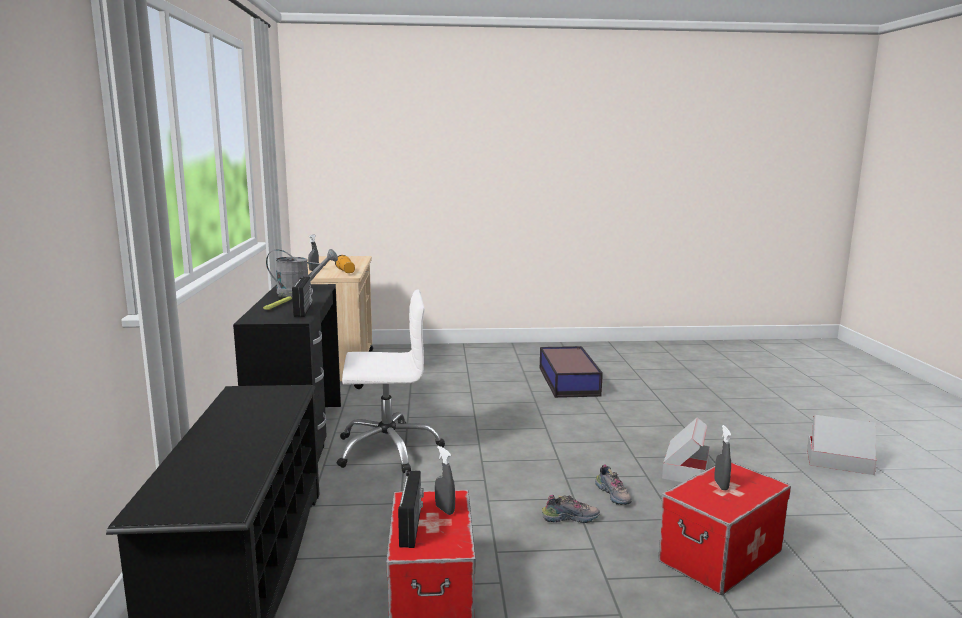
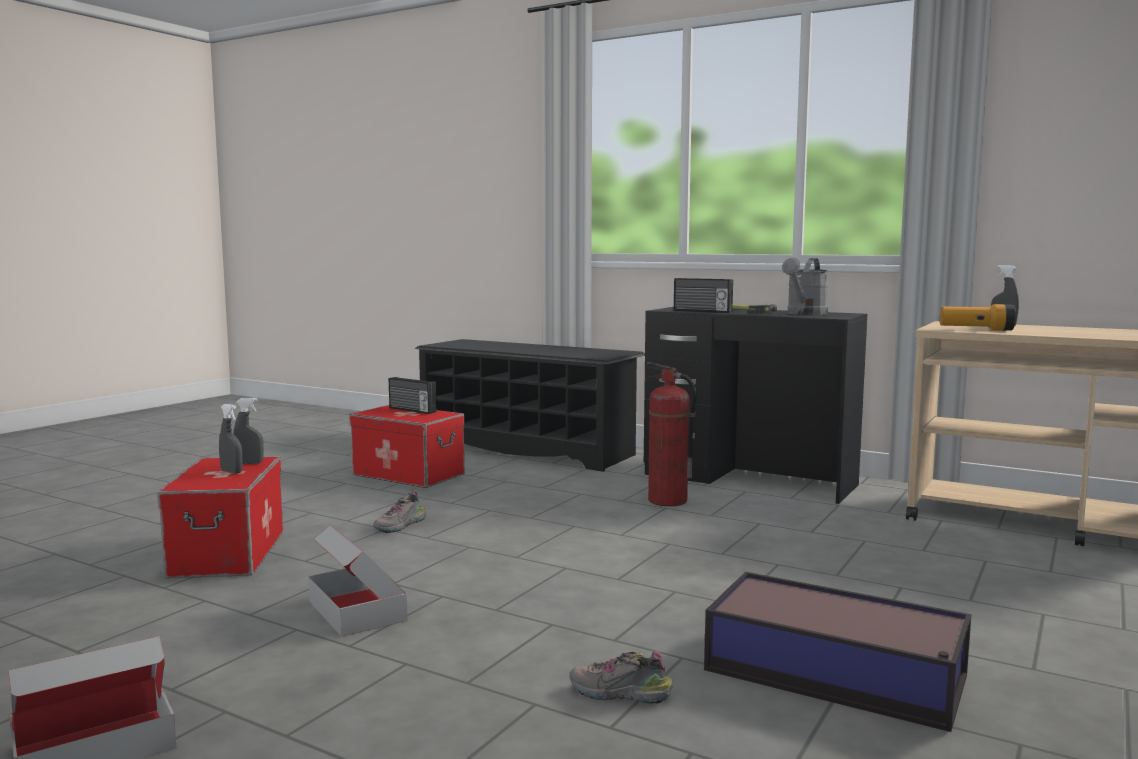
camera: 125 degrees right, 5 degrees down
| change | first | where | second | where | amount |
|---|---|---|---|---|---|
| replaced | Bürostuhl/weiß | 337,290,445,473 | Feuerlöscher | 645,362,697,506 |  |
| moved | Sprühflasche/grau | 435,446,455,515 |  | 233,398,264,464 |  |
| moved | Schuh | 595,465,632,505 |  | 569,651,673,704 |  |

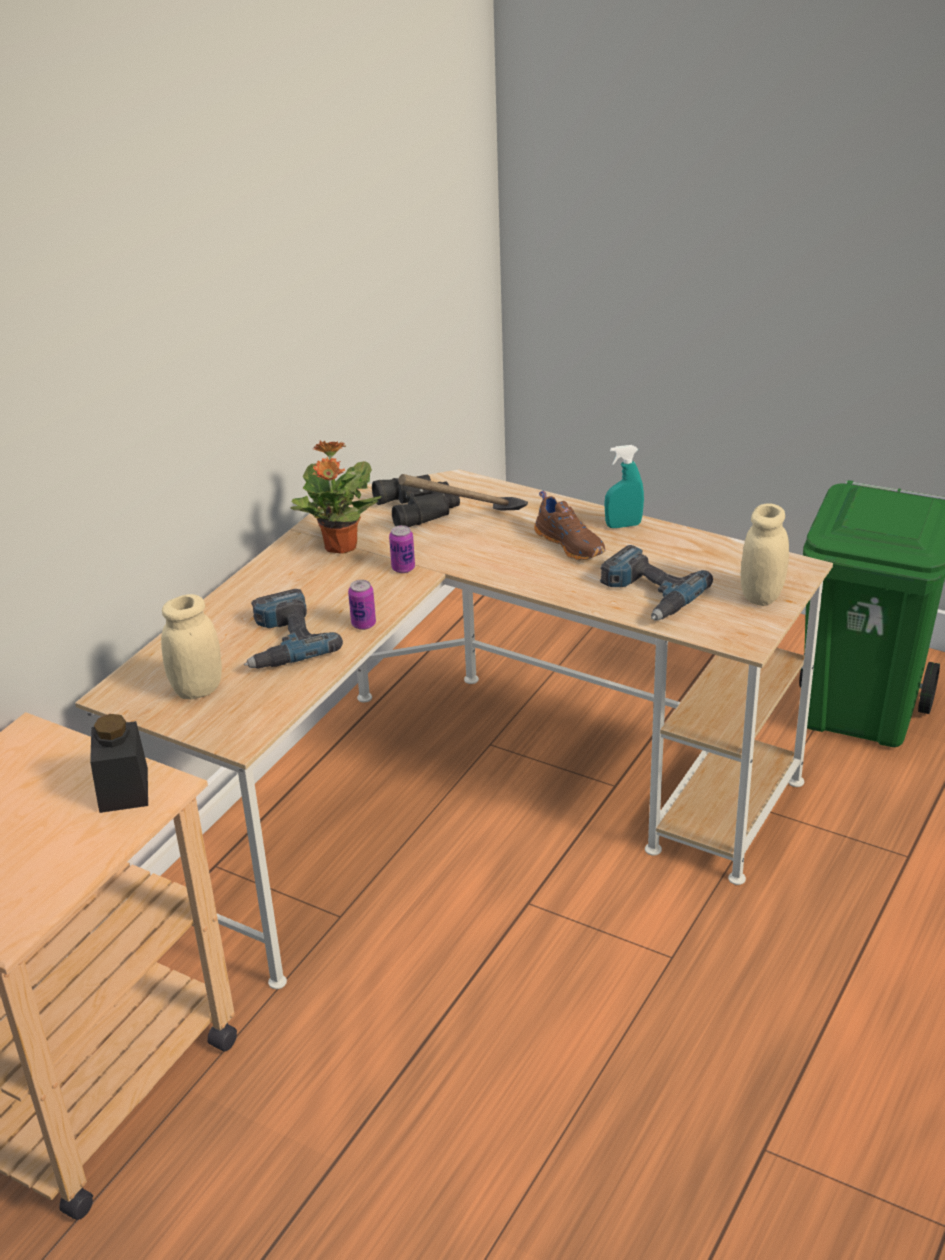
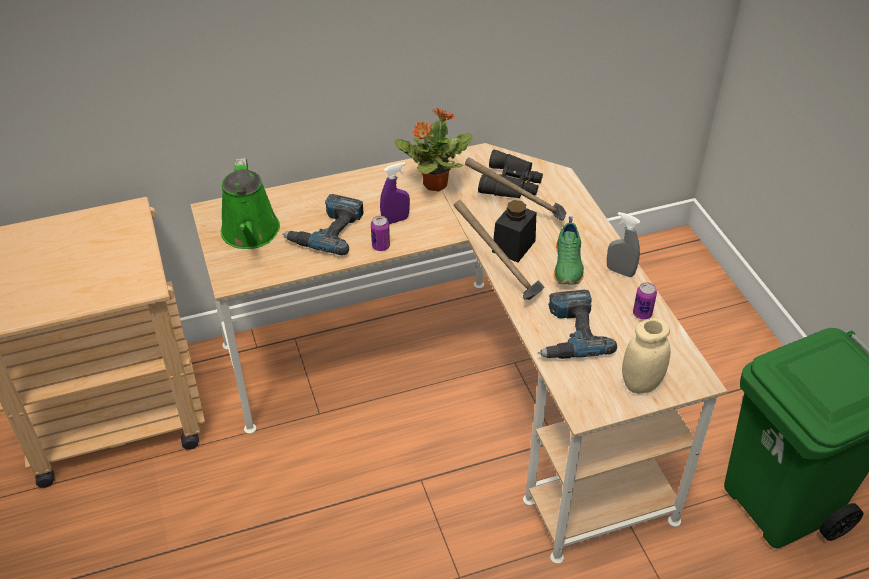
camera: 40 degrees right, 10 degrees up
| change | first | where | second | where | amount |
|---|---|---|---|---|---|
| moved | Vorratsglas/schwarz | 90,714,148,813 |  | 492,200,536,262 |  |
| replaced | Vorratsglas/beige | 161,594,222,699 | Gießkanne/grün | 221,158,280,249 |  |
| moved | Dose | 389,525,415,573 |  | 633,282,657,320 |  |
| recoloured | Schuh/braun | 534,491,605,560 | Schuh/grün | 554,216,584,285 |  |
| recoloured | Sprühflasche/türkis | 604,445,644,528 | Sprühflasche/grau | 607,212,640,277 |  |
| added |  |  | Sprühflasche/lila | 380,162,410,224 |  |
| added |  |  | Hammer | 453,200,545,300 |  |

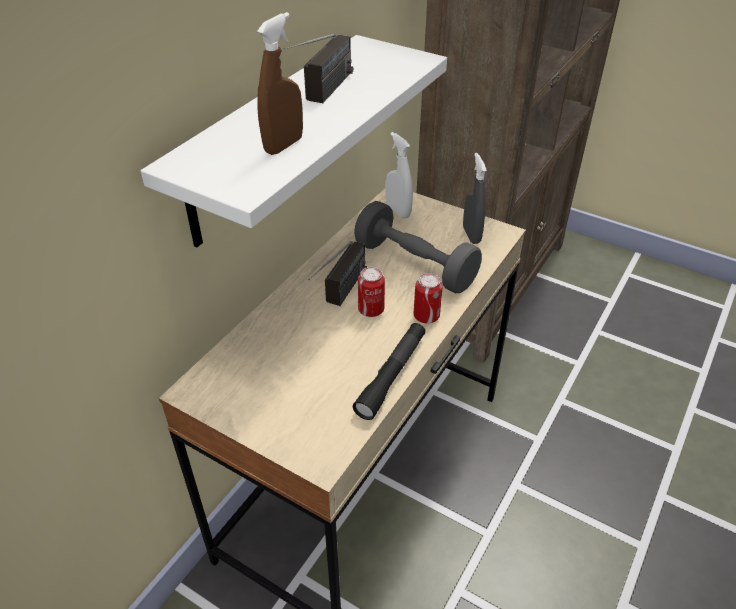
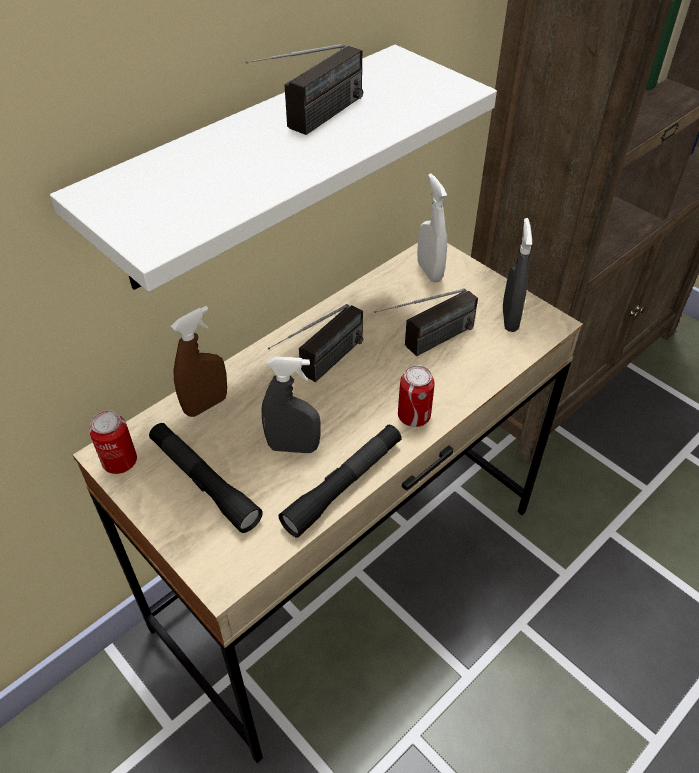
camera: 15 degrees right, 5 degrees up
| change | first | where | second | where | amount |
|---|---|---|---|---|---|
| moved | Sprühflasche/braun | 257,12,303,155 |  | 171,306,227,417 |  |
| replaced | Hantel/grau | 354,201,482,293 | Radio | 374,289,478,356 |  |
| moved | Dose | 358,267,385,317 |  | 89,410,137,474 |  |
| added |  |  | Taschenlampe/schwarz | 149,423,263,533 |  |
| added |  |  | Sprühflasche/grau | 261,357,320,453 |  |

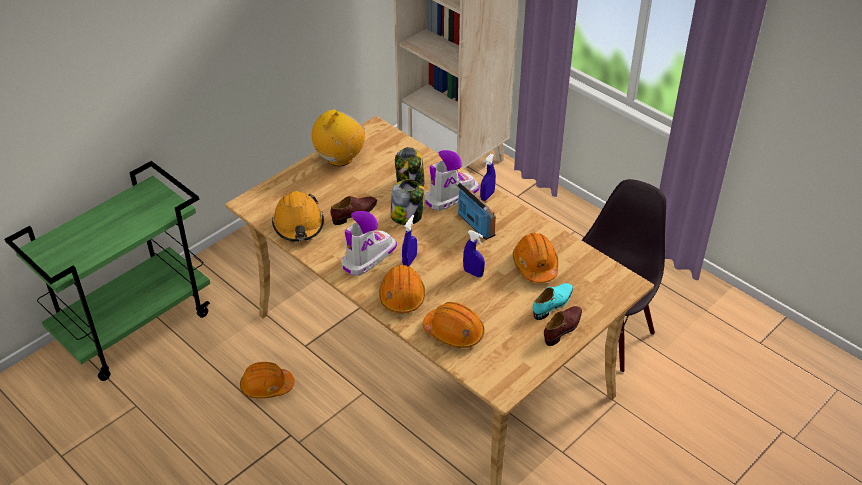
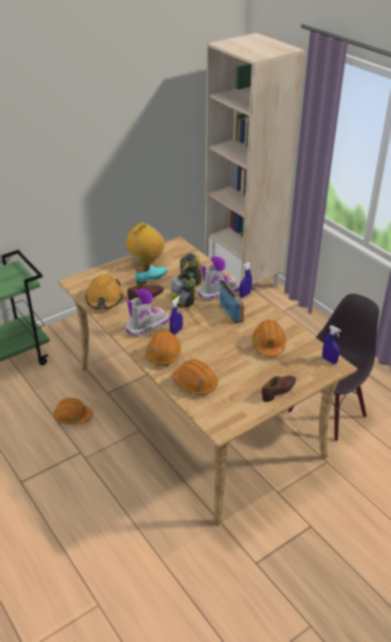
camera: 10 degrees right, 5 degrees down
| change | first | where | second | where | amount |
|---|---|---|---|---|---|
| moved | Sprühflasche/blau | 463,230,485,277 |  | 322,325,341,364 |  |
| moved | Schuh/türkis | 533,283,573,320 |  | 135,265,168,284 |  |

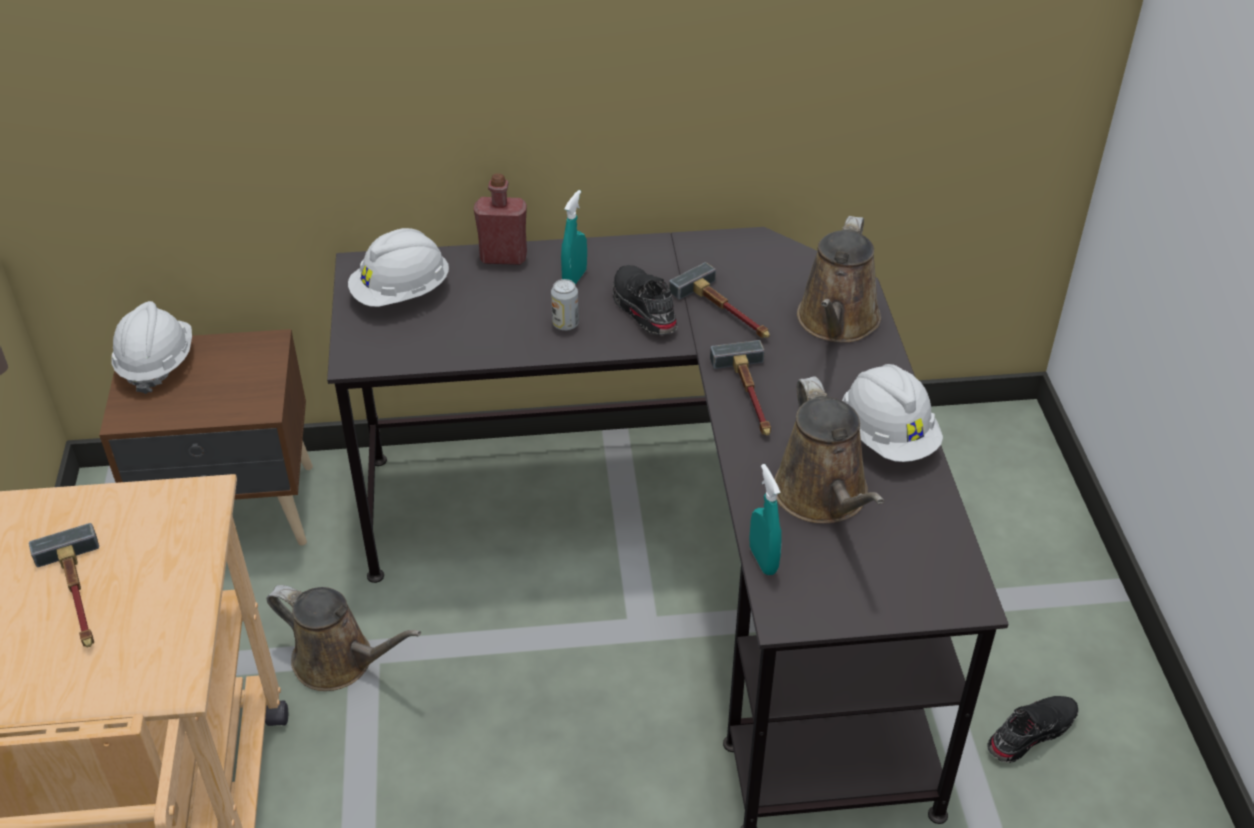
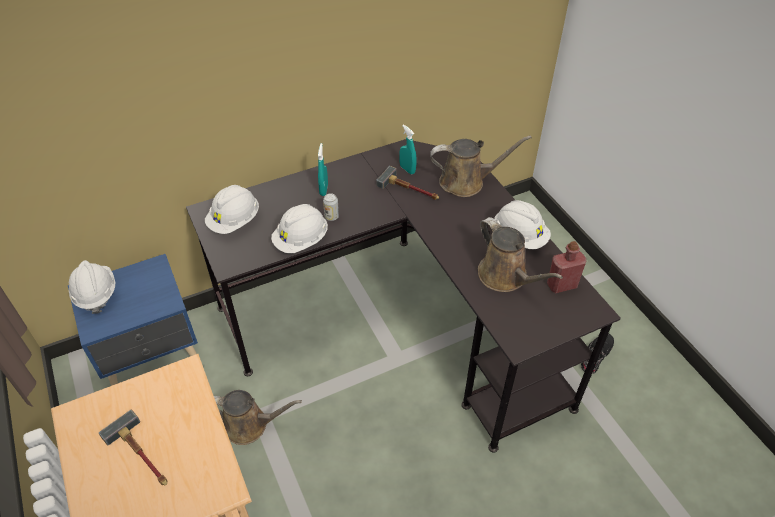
camera: 20 degrees left, 5 degrees up
| change | first | where | second | where | amount |
|---|---|---|---|---|---|
| recoloured | Nachttisch/braun | 99,329,313,546 | Nachttisch/blau | 68,254,198,386 |  |
| moved | Flasche/rot | 474,173,527,265 |  | 547,241,587,293 |  |
| removed | Schuh/schwarz | 613,265,677,335 |  |  |  |
| removed | Hammer | 710,340,771,435 |  |  |  |
| moved | Sprühflasche/türkis | 749,464,782,575 |  | 399,124,417,174 |  |
| turned | Gießkanne/braun | 797,216,881,343 |  | 430,135,532,197 | 90 degrees counterclockwise |
| added |  |  | Schutzhelm/weiß | 271,204,328,254 |  |

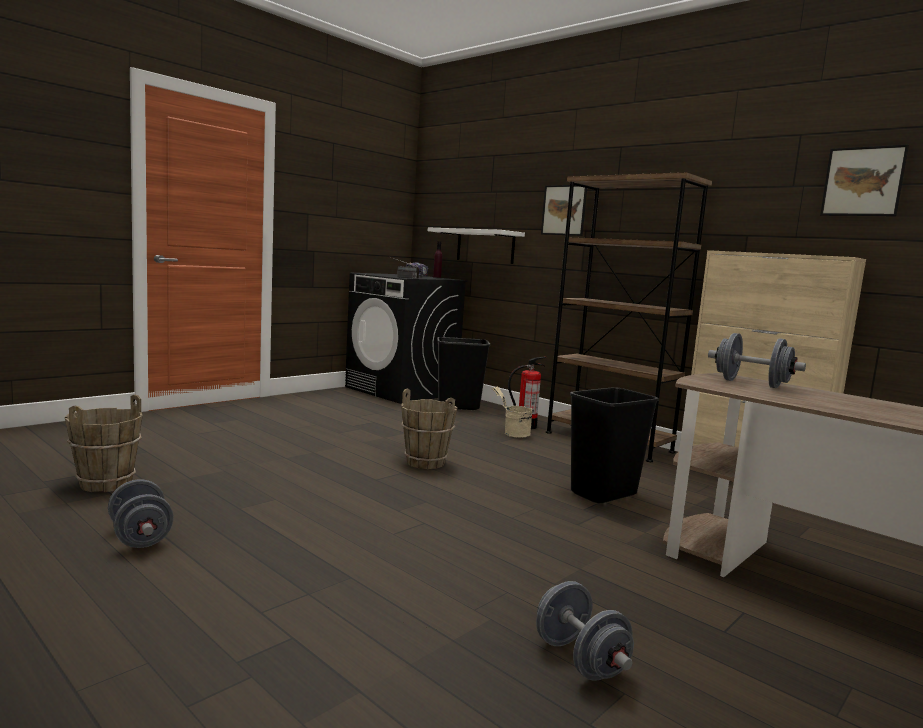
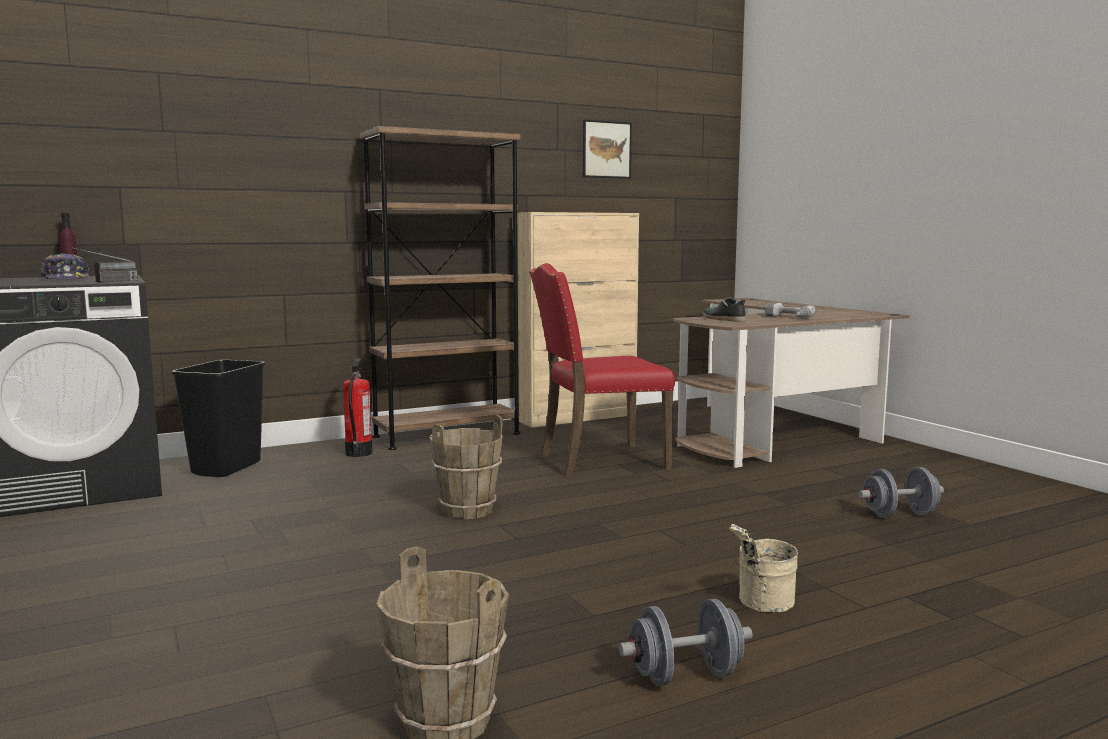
camera: 70 degrees left, 0 degrees up
| change | first | where | second | where | amount |
|---|---|---|---|---|---|
| removed | Wandregal/weiß | 428,227,525,264 |  |  |  |
| moved | Eimer/beige | 492,386,532,437 |  | 729,524,798,612 |  |
| removed | Bild | 541,185,587,236 |  |  |  |
| replaced | Mülleimer/schwarz | 570,387,659,503 | Stuhl/rot | 529,263,675,477 |  |
| replaced | Hantel/grau | 708,333,806,388 | Schuh | 703,297,746,322 |  |
| added |  |  | Bohrmaschine | 765,302,817,318 |  |

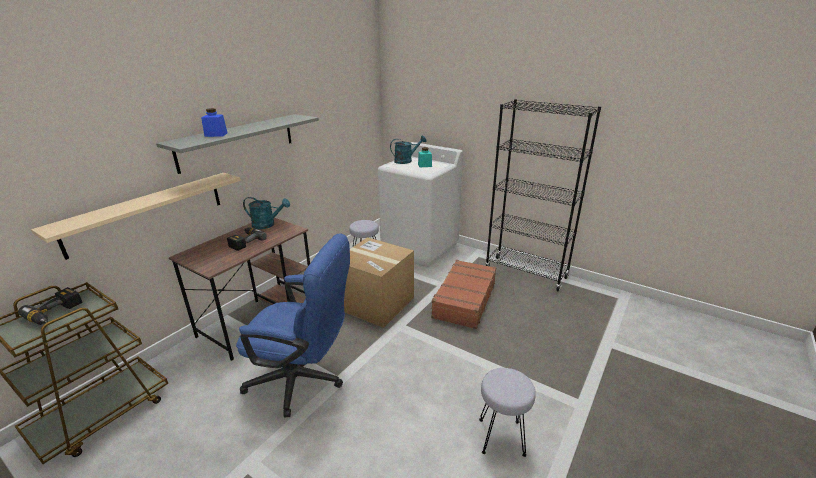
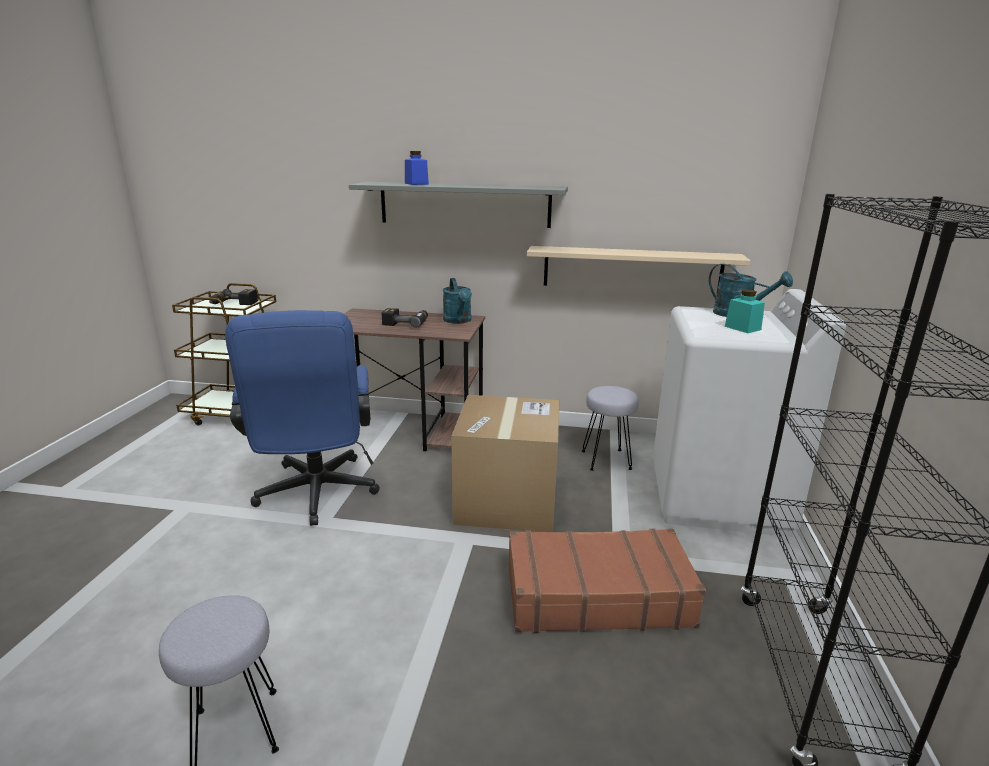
camera: 65 degrees right, 5 degrees down
| change | first | where | second | where | amount |
|---|---|---|---|---|---|
| moved | Wandregal/beige | 31,173,241,260 |  | 527,246,750,291 |  |

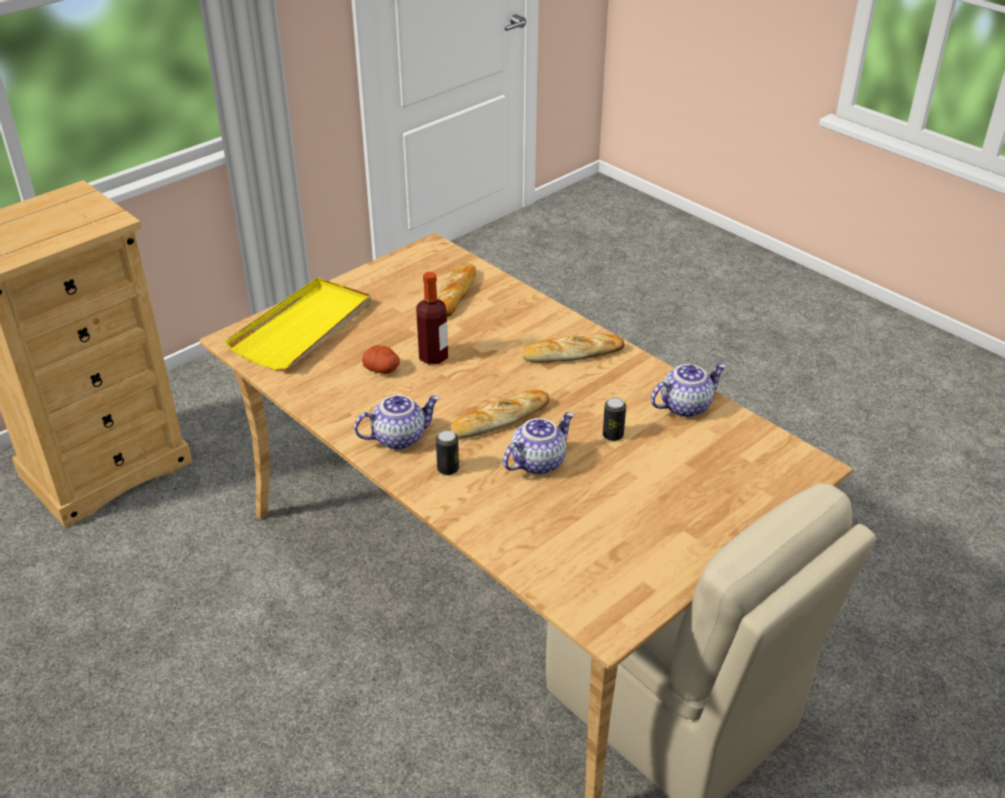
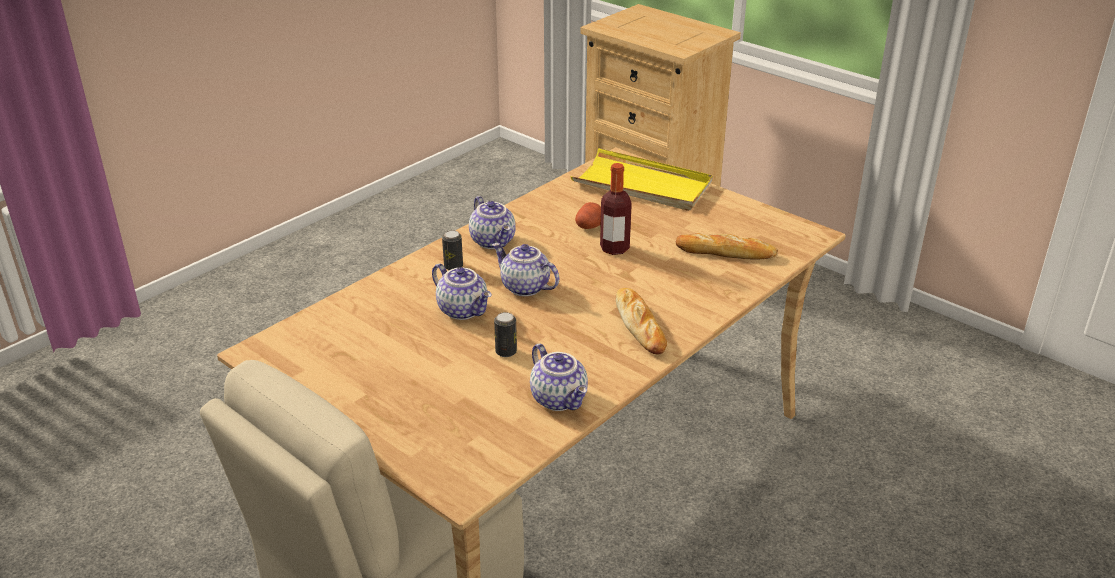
camera: 85 degrees right, 5 degrees down
| change | first | where | second | where | amount |
|---|---|---|---|---|---|
| replaced | Brot | 450,390,549,439 | Teekanne | 492,243,559,296 |  |

